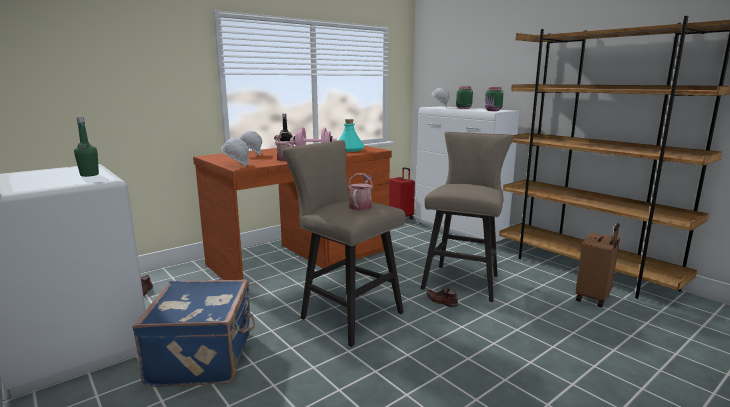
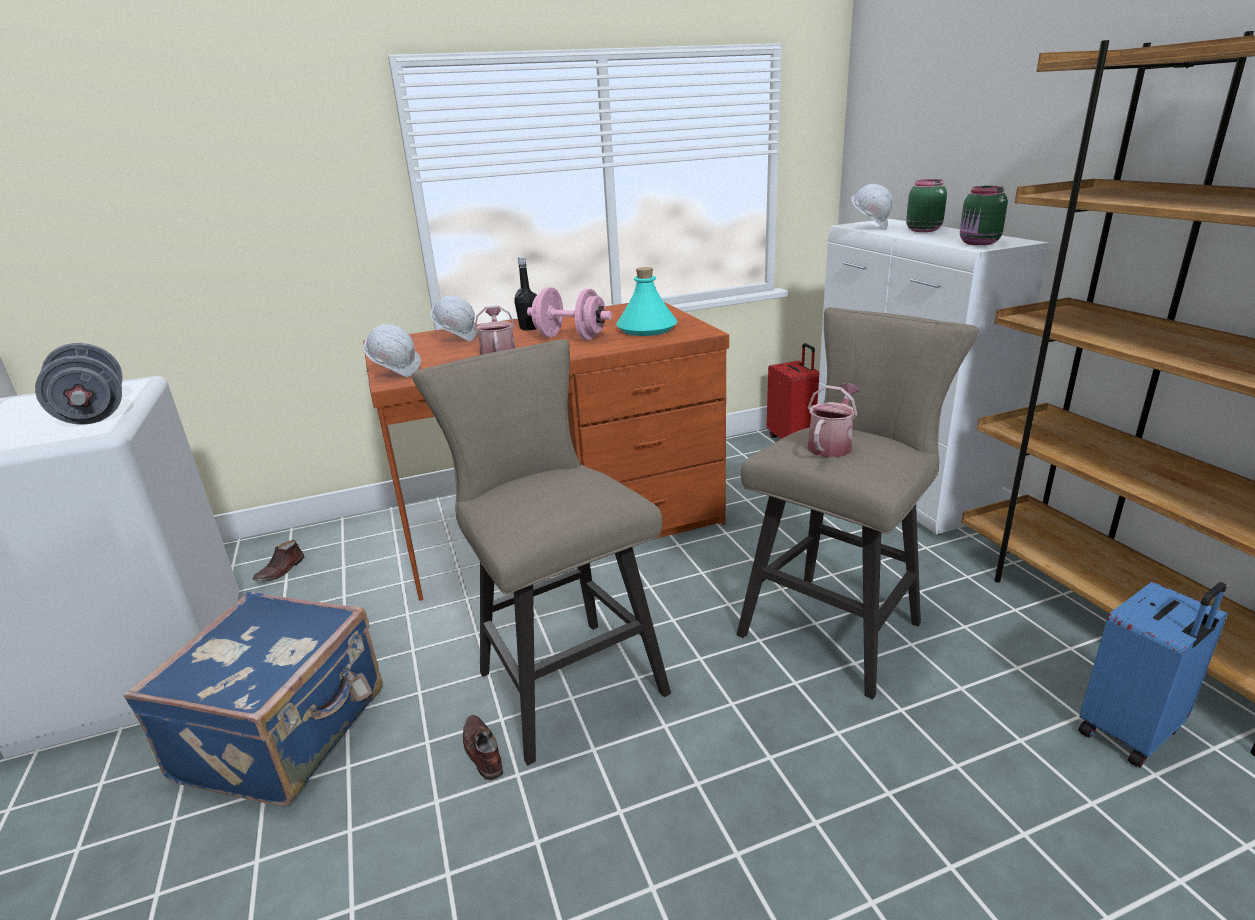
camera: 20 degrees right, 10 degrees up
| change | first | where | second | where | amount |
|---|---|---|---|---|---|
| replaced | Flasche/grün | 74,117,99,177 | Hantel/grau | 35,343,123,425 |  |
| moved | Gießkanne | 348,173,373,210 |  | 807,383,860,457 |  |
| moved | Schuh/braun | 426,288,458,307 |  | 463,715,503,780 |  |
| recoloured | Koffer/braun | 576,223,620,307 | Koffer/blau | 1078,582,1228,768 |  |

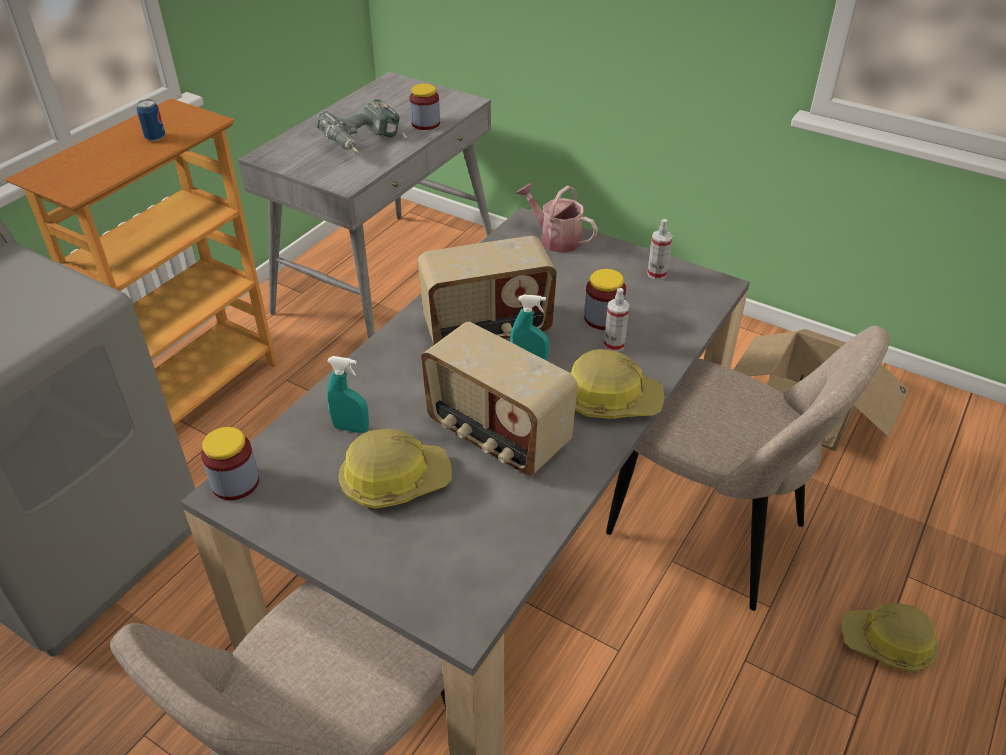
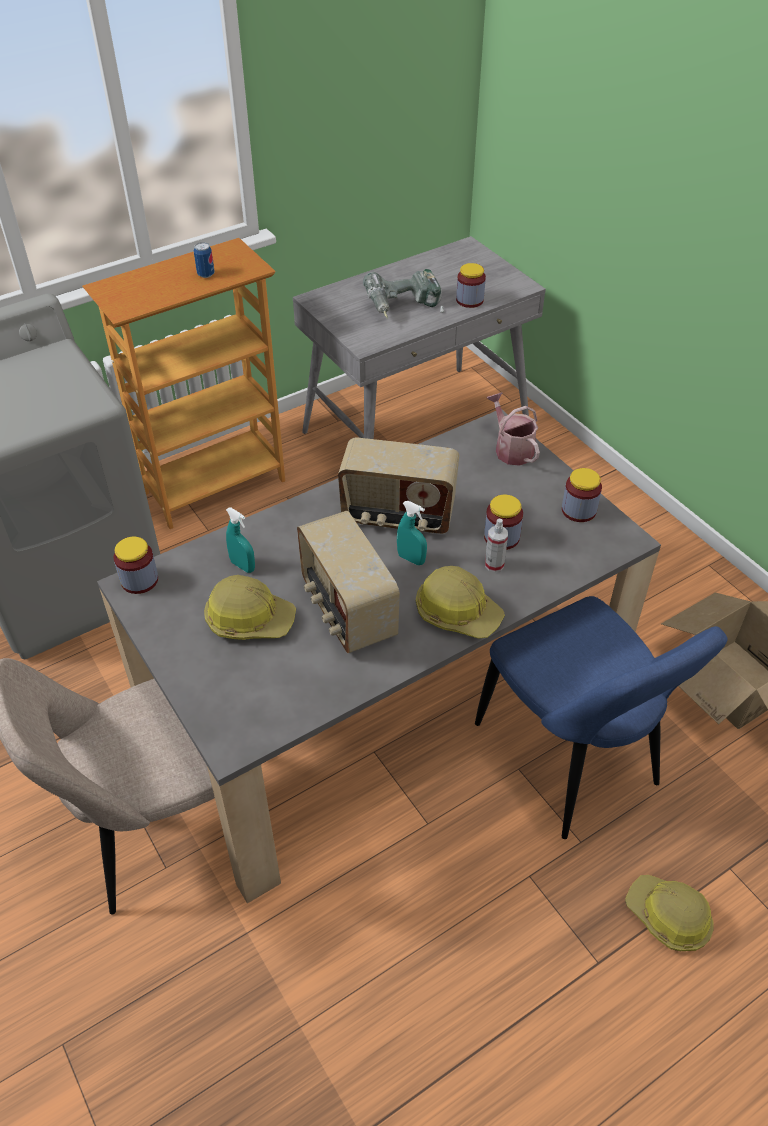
camera: 25 degrees right, 5 degrees up
| change | first | where | second | where | amount |
|---|---|---|---|---|---|
| recoloured | Stuhl/beige | 606,325,890,611 | Stuhl/blau | 475,596,728,839 |  |
| replaced | Sprühflasche | 647,219,673,280 | Vorratsglas | 562,468,602,522 |  |

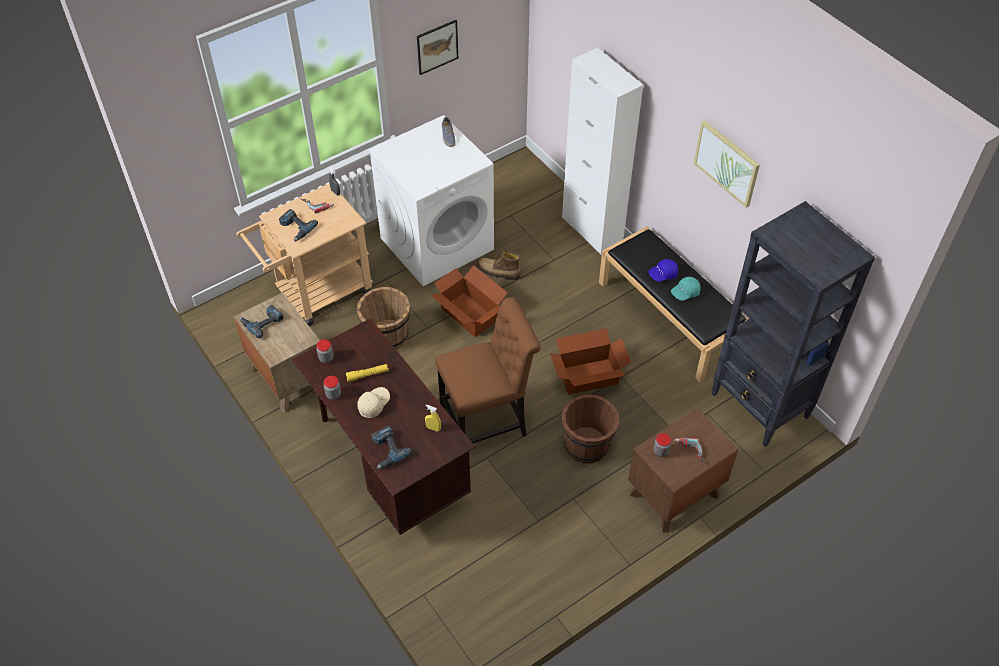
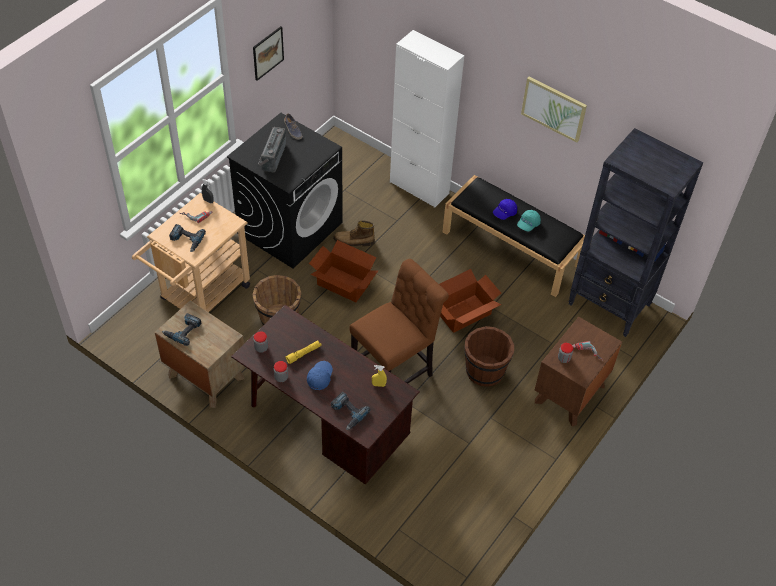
camera: 20 degrees left, 0 degrees up
| change | first | where | second | where | amount |
|---|---|---|---|---|---|
| recoloured | Kappe/beige | 357,387,390,418 | Kappe/blau | 307,361,333,390 |  |
| recoloured | Waschmaschine/weiß | 368,115,494,286 | Waschmaschine/schwarz | 227,113,342,268 |  |
| added |  |  | Radio | 258,127,286,173 |  |

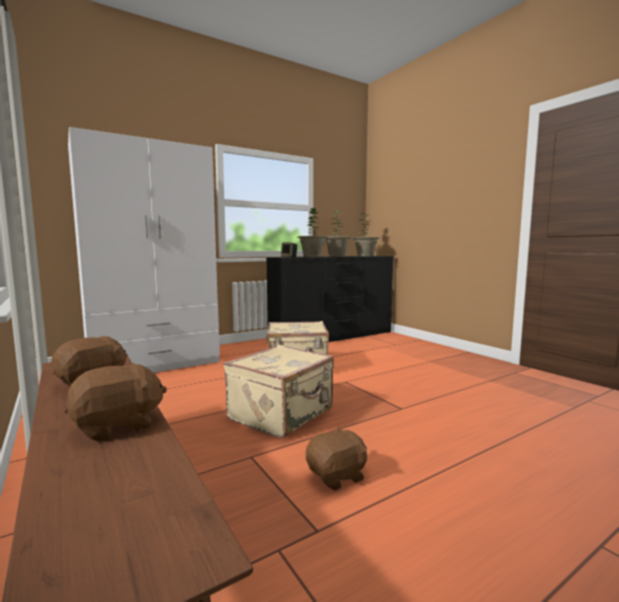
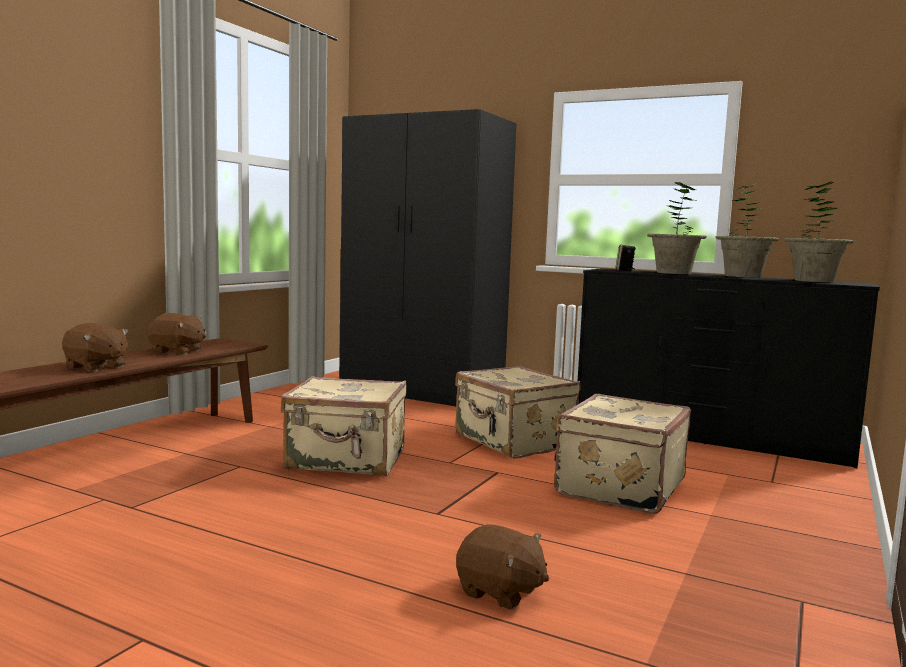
camera: 60 degrees right, 0 degrees up
| change | first | where | second | where | amount |
|---|---|---|---|---|---|
| recoloured | Kleiderschrank/weiß | 68,127,220,373 | Kleiderschrank/schwarz | 339,109,517,406 |  |
| moved | Plüschtier/braun | 306,427,367,490 |  | 456,524,549,610 |  |
| added |  |  | Koffer/beige | 554,394,691,514 |  |

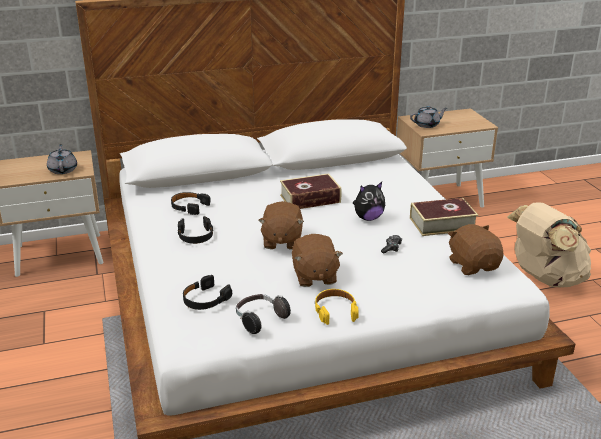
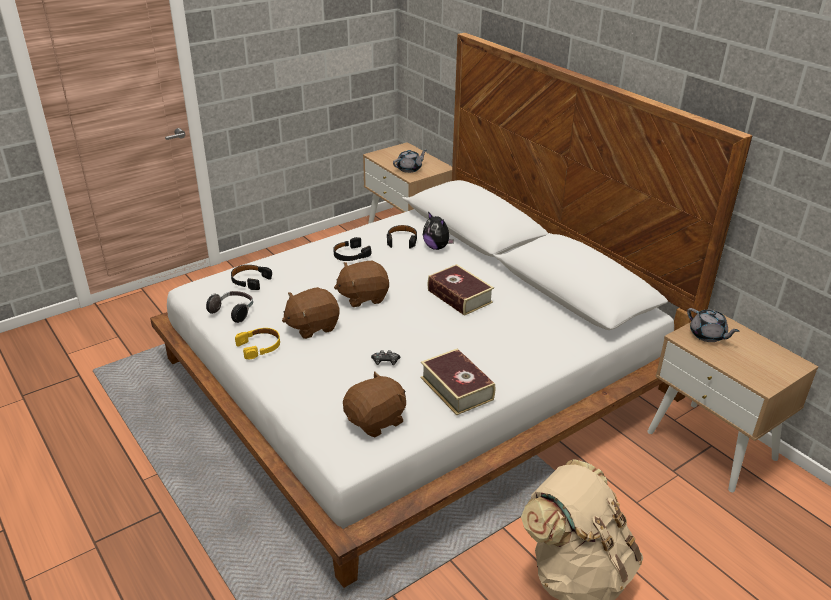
camera: 70 degrees right, 5 degrees up
| change | first | where | second | where | amount |
|---|---|---|---|---|---|
| moved | Plüschtier | 353,182,385,221 |  | 423,212,454,250 |  |

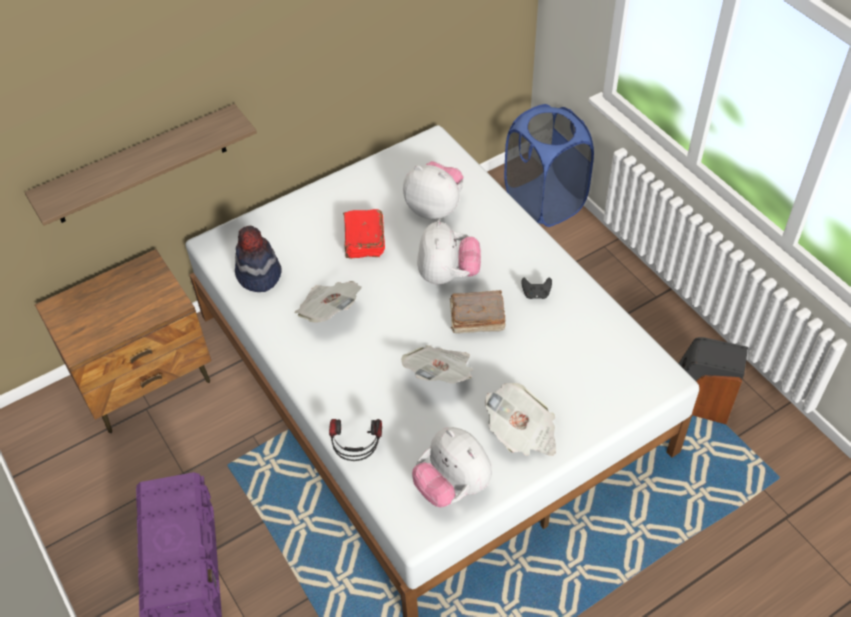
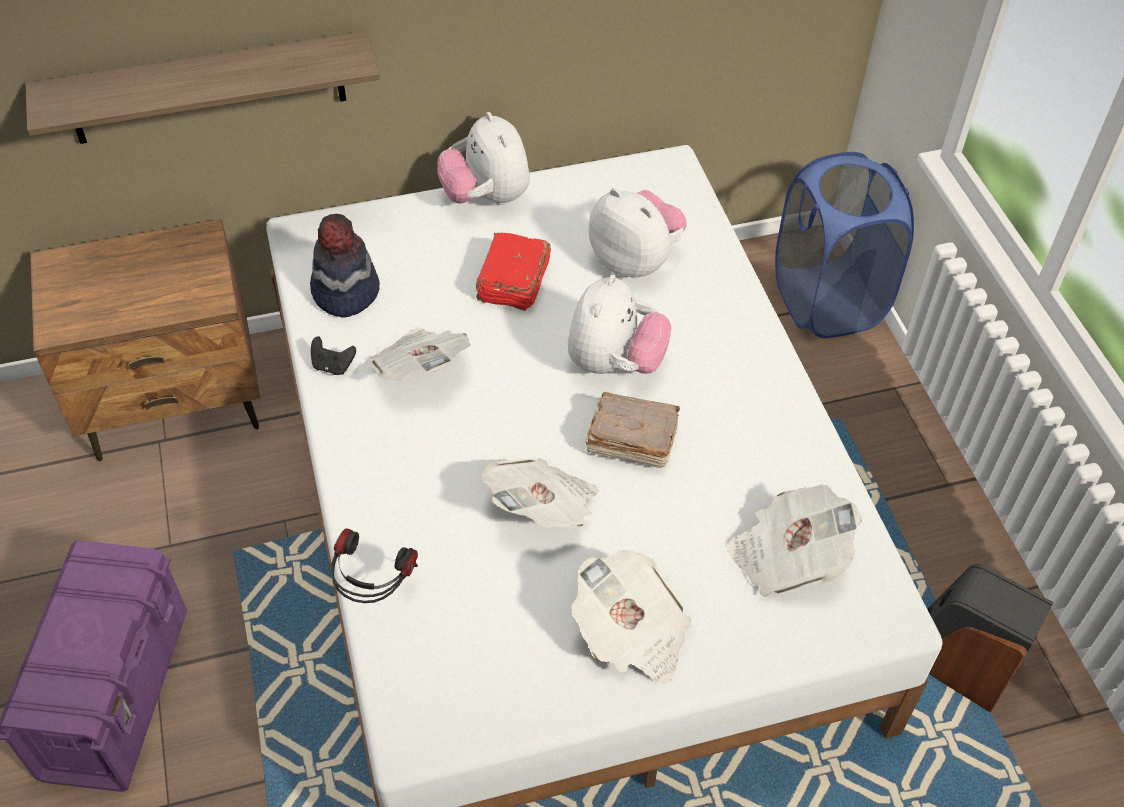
camera: 15 degrees right, 0 degrees up
| change | first | where | second | where | amount |
|---|---|---|---|---|---|
| moved | Plüschtier | 412,427,492,507 |  | 437,112,530,205 |  |
| moved | Gamepad/schwarz | 521,278,552,299 |  | 311,336,356,375 |  |
| added |  |  | Zeitung | 727,484,862,597 |  |

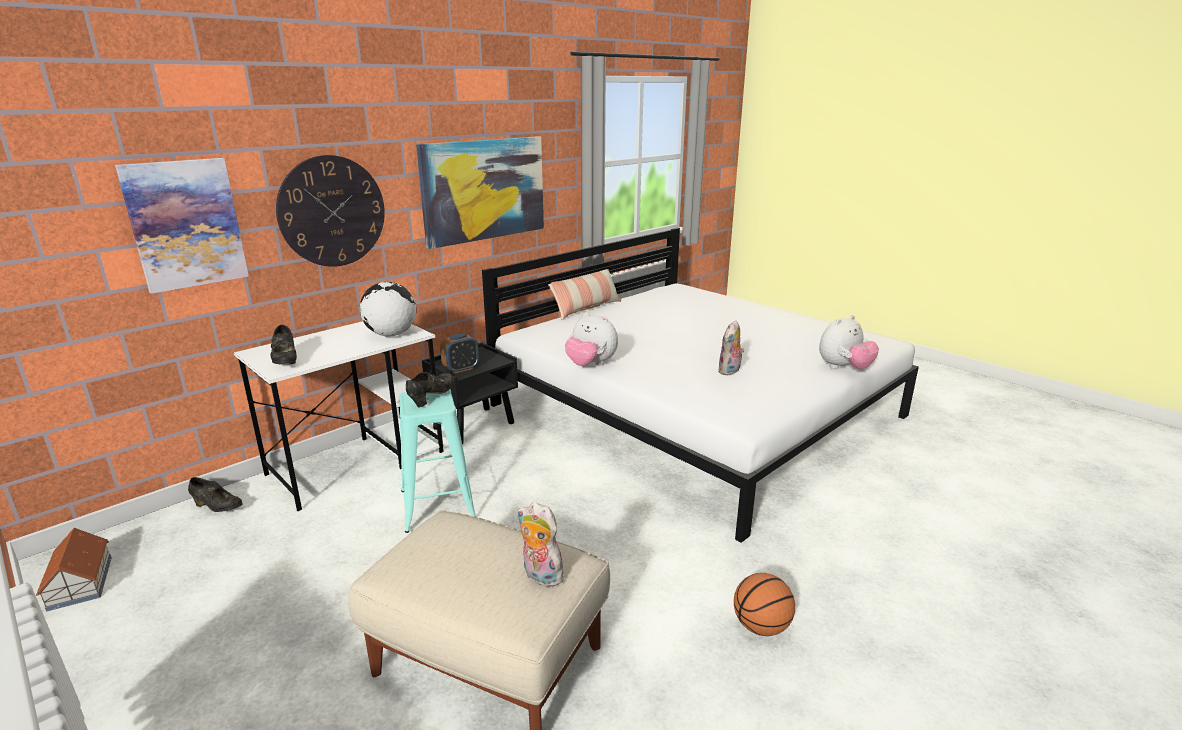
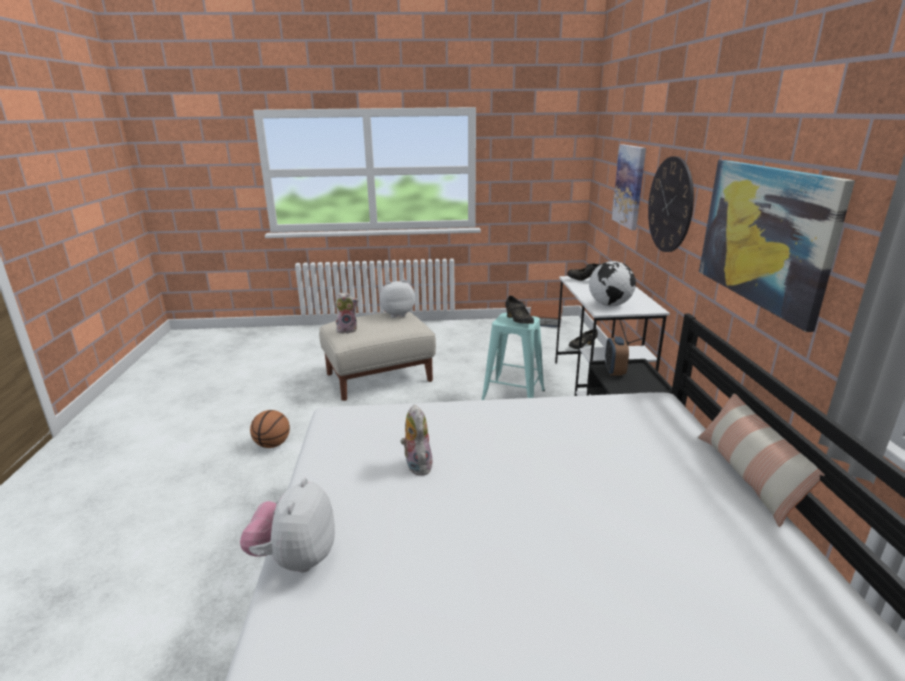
camera: 130 degrees right, 0 degrees up
| change | first | where | second | where | amount |
|---|---|---|---|---|---|
| moved | Plüschtier | 565,312,618,366 |  | 379,279,415,318 |  |

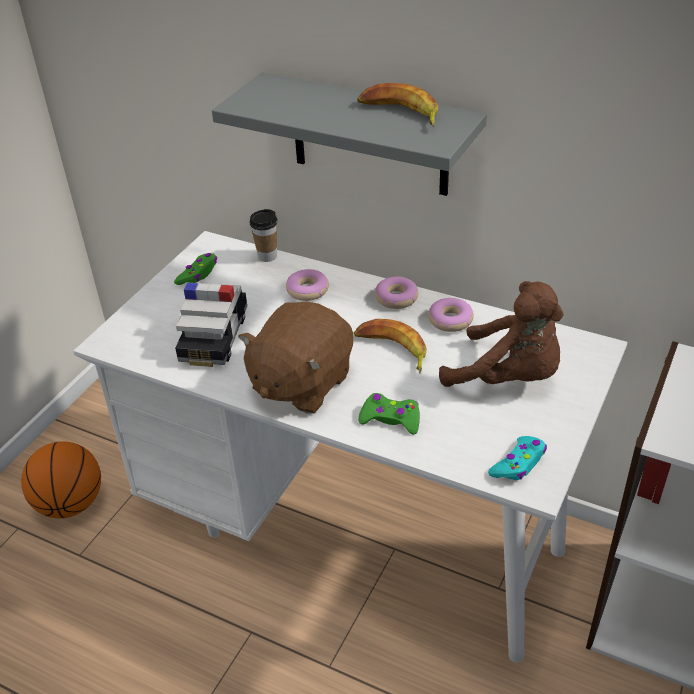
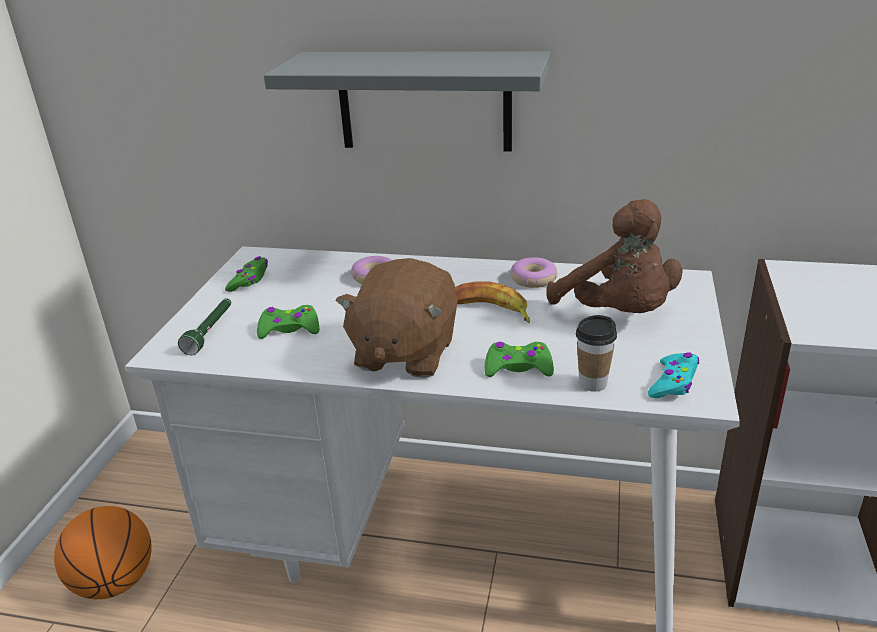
camera: 15 degrees left, 10 degrees down
| change | first | where | second | where | amount |
|---|---|---|---|---|---|
| replaced | Spielzeugauto | 175,283,247,367 | Gamepad/grün | 257,305,319,339 |  |
| moved | Tasse | 250,209,278,262 |  | 576,315,617,392 |  |
| removed | Banane | 357,83,438,127 |  |  |  |
| removed | Donut | 375,276,418,309 |  |  |  |
| turned | Plüschtier/braun | 439,281,564,387 |  | 546,199,682,313 | 45 degrees clockwise |
| added |  |  | Taschenlampe/grün | 178,298,231,355 |  |

